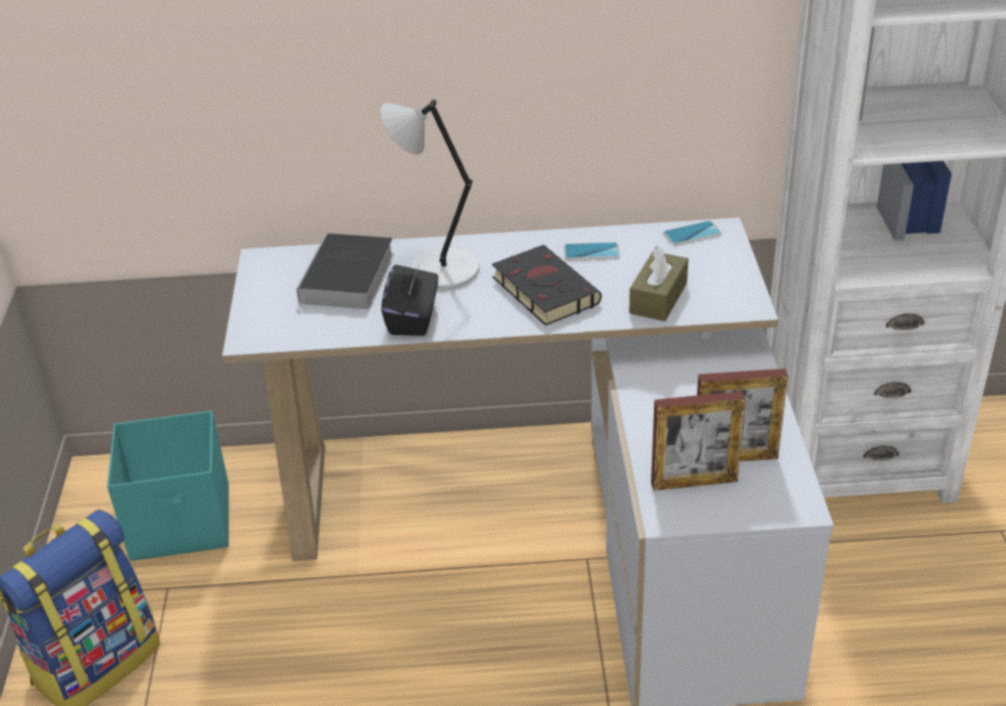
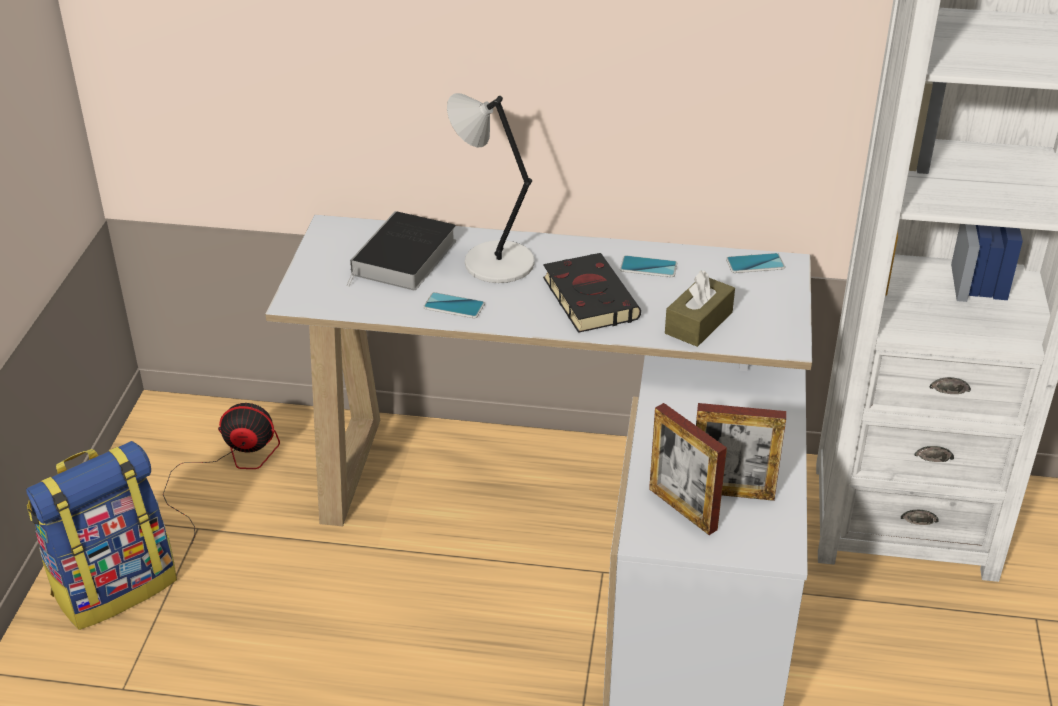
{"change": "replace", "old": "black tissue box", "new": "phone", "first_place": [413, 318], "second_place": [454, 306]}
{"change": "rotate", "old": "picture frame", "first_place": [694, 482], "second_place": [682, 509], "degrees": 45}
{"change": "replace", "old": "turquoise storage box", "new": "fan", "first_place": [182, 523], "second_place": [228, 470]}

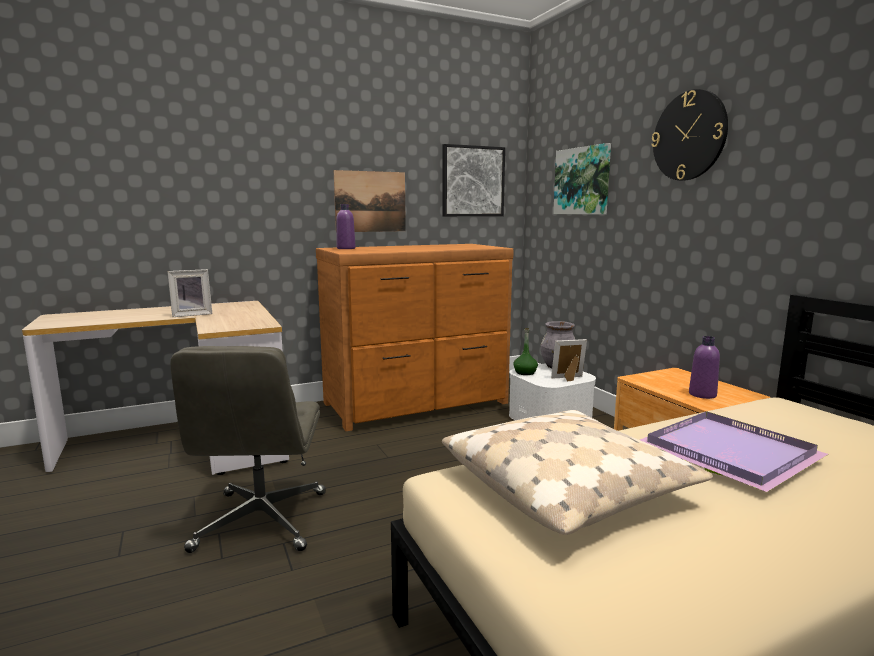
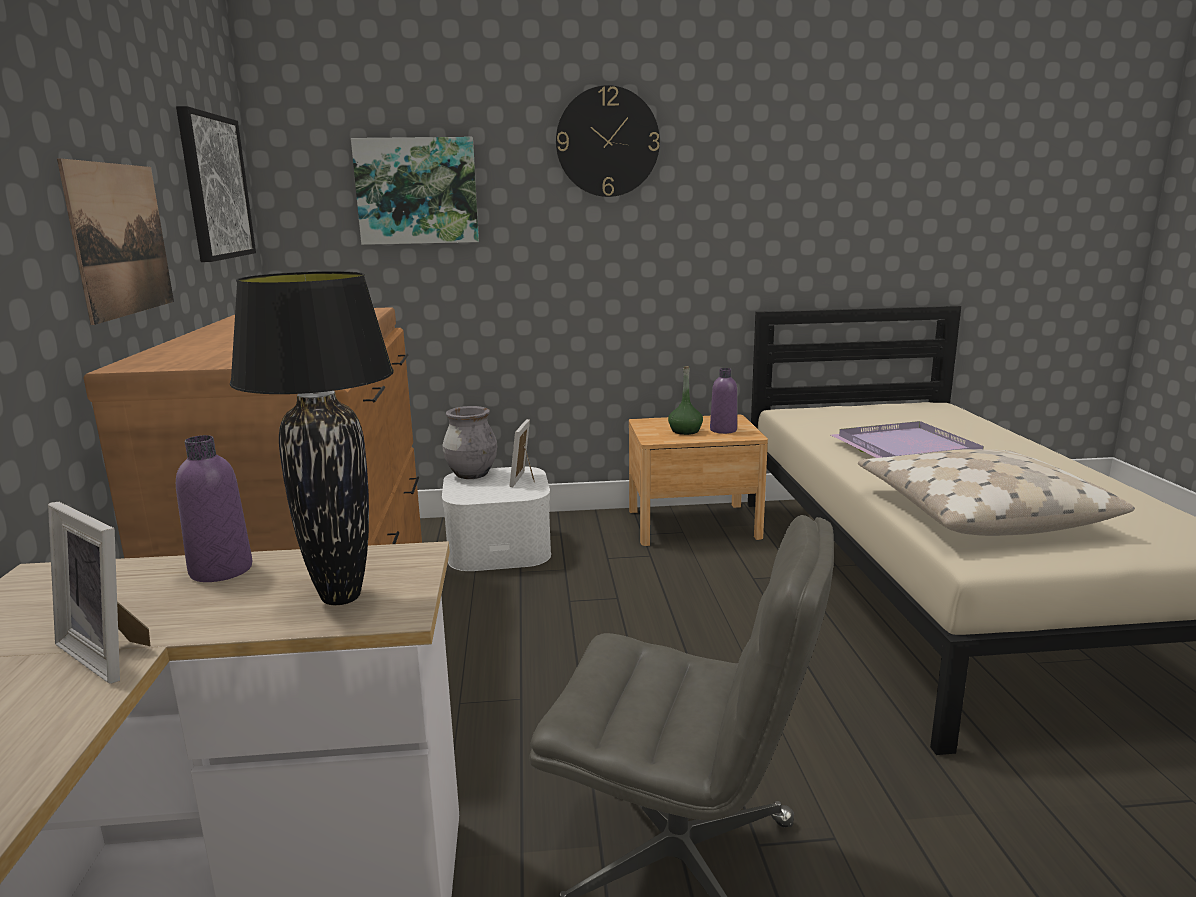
{"change": "move", "old": "purple bottle", "first_place": [346, 248], "second_place": [221, 570]}
{"change": "rotate", "old": "picture frame", "first_place": [192, 314], "second_place": [111, 652], "degrees": 135}
{"change": "move", "old": "green bottle", "first_place": [525, 372], "second_place": [685, 431]}
{"change": "insert", "new": "black table lamp", "second_place": [342, 597]}

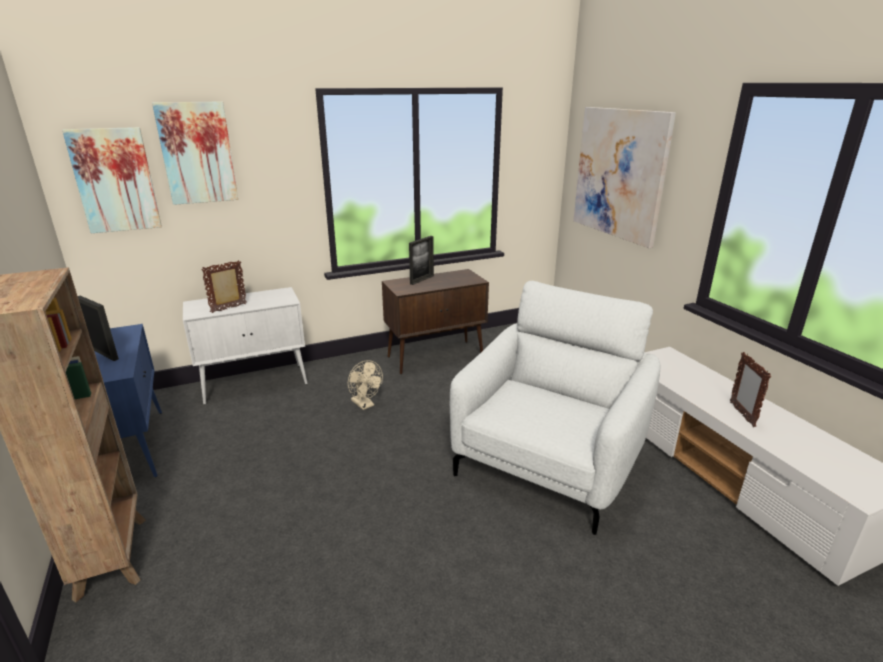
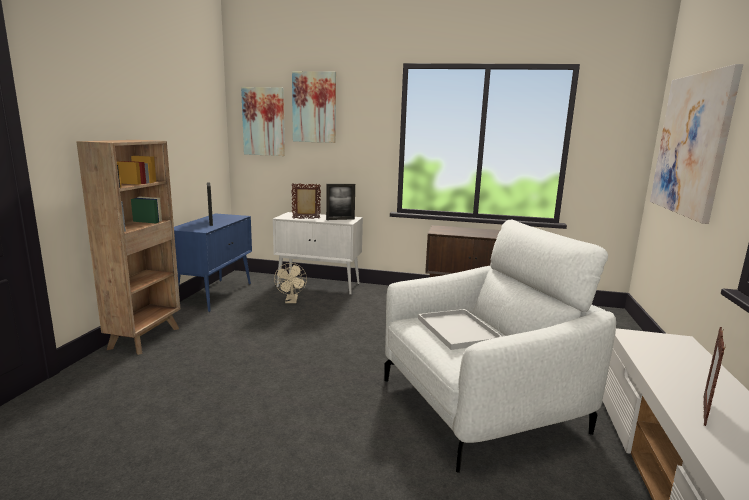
{"change": "move", "old": "picture frame", "first_place": [422, 280], "second_place": [340, 219]}
{"change": "move", "old": "beige fan", "first_place": [365, 405], "second_place": [291, 301]}
{"change": "insert", "new": "white tray", "second_place": [456, 329]}

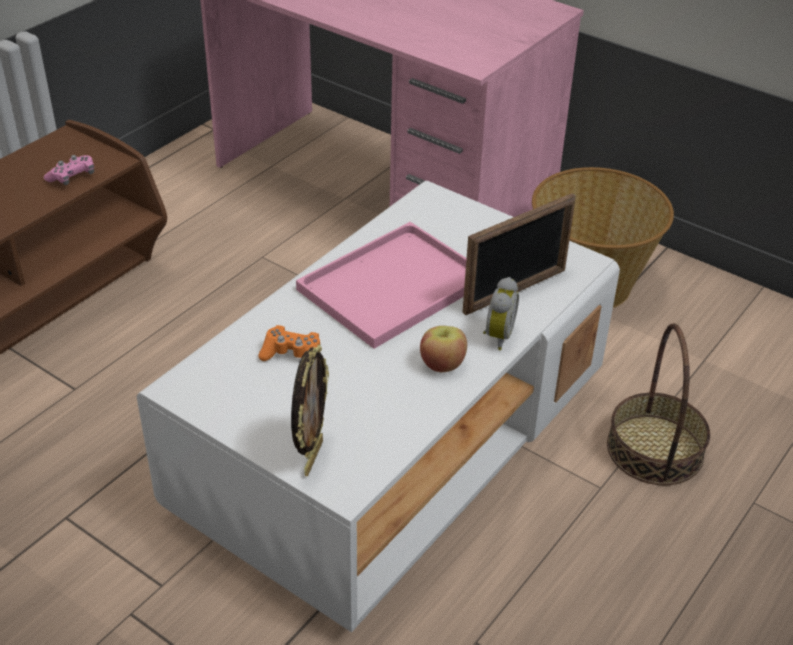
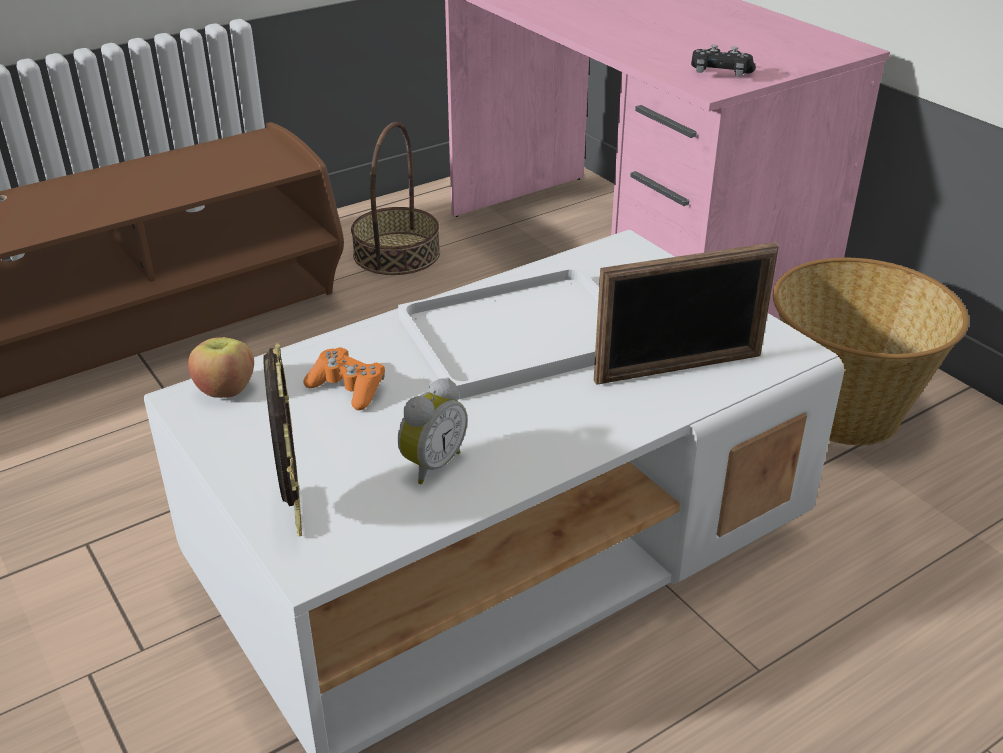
{"change": "delete", "old": "pink game controller", "first_place": [72, 177]}
{"change": "recolor", "old": "pink tray", "new": "white tray", "first_place": [394, 283], "second_place": [523, 332]}
{"change": "move", "old": "alarm clock", "first_place": [496, 336], "second_place": [430, 464]}
{"change": "move", "old": "basket", "first_place": [655, 449], "second_place": [397, 254]}
{"change": "move", "old": "apple", "first_place": [442, 364], "second_place": [226, 389]}
{"change": "rotate", "old": "picture frame", "first_place": [311, 457], "second_place": [294, 513], "degrees": -45}
{"change": "insert", "new": "black game controller", "second_place": [720, 74]}

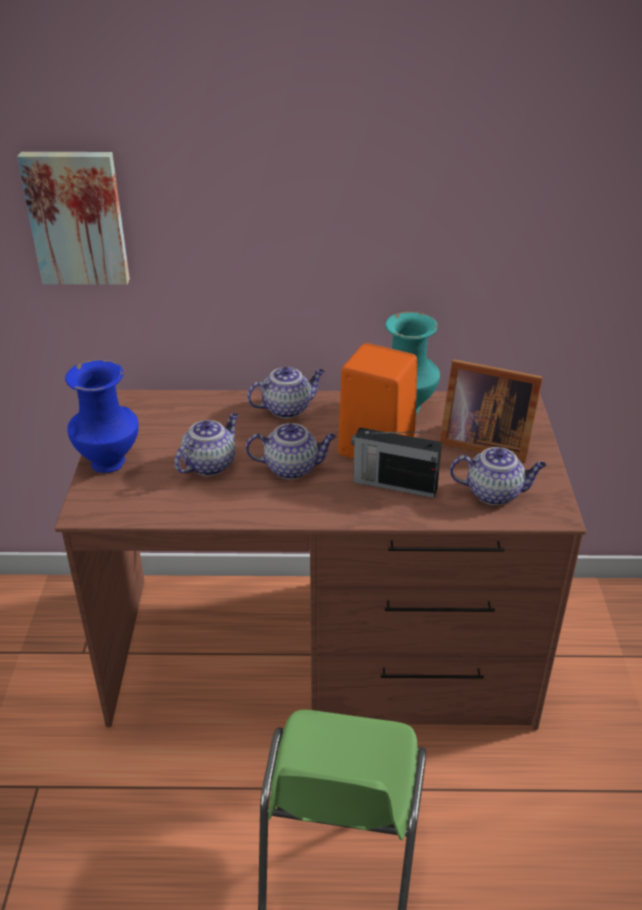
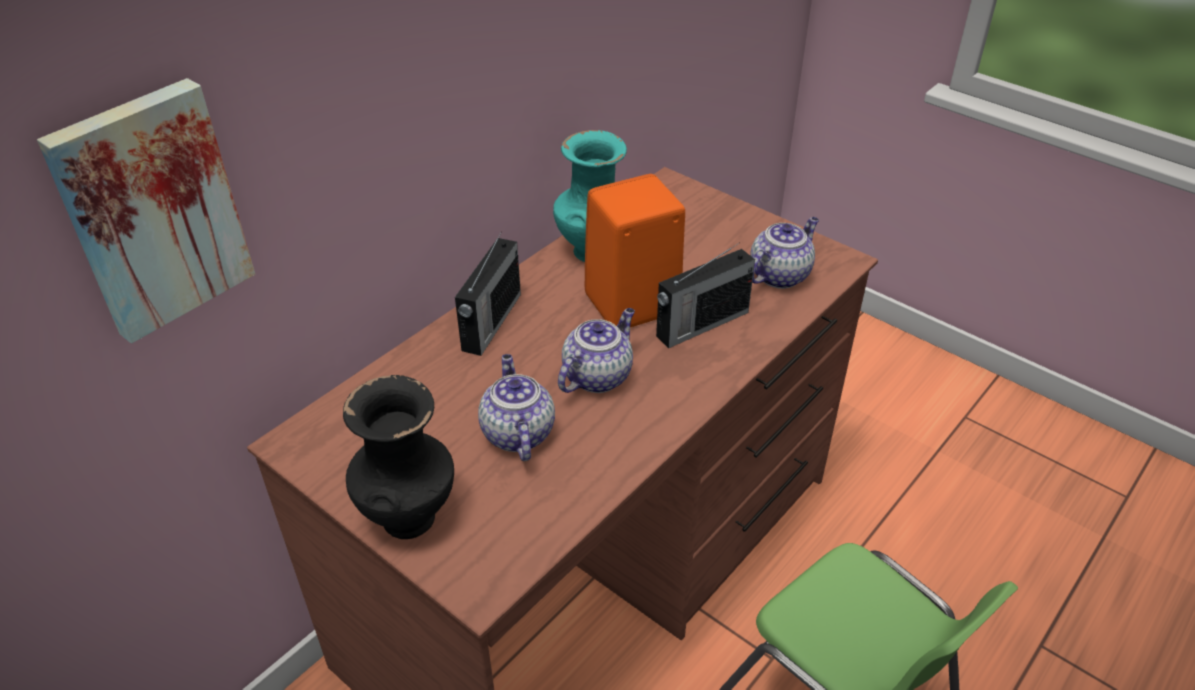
{"change": "recolor", "old": "blue vase", "new": "black vase", "first_place": [110, 462], "second_place": [409, 516]}
{"change": "delete", "old": "picture frame", "first_place": [482, 441]}
{"change": "replace", "old": "teapot", "new": "radio", "first_place": [287, 408], "second_place": [490, 323]}

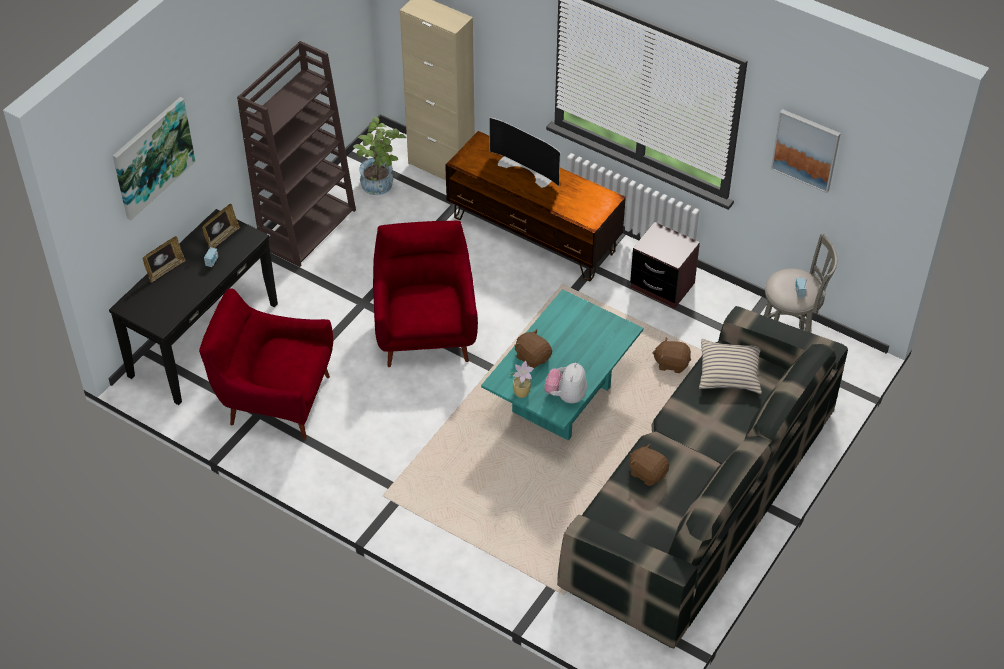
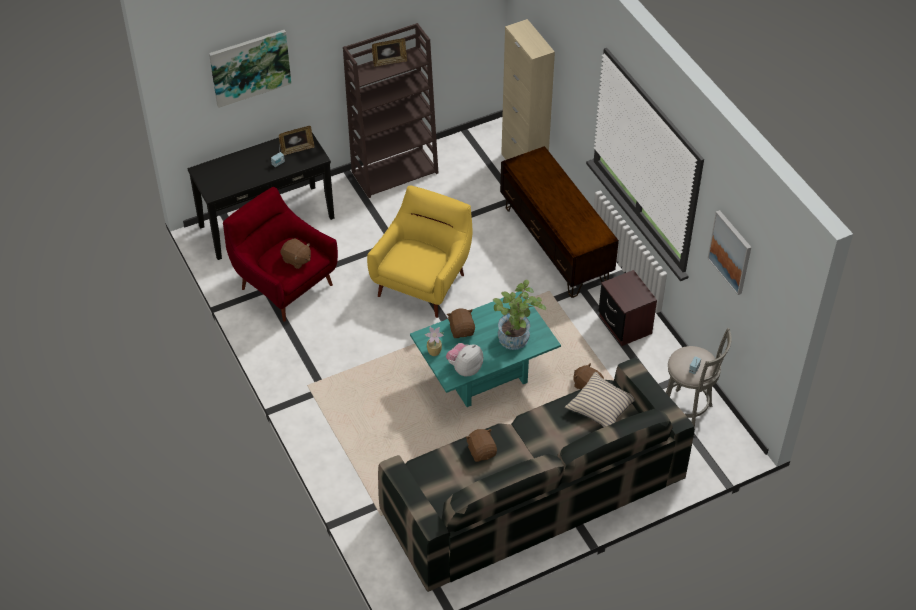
{"change": "move", "old": "potted plant", "first_place": [381, 186], "second_place": [516, 341]}
{"change": "delete", "old": "television", "first_place": [527, 169]}
{"change": "recolor", "old": "red armchair", "new": "yellow armchair", "first_place": [425, 331], "second_place": [423, 282]}
{"change": "move", "old": "picture frame", "first_place": [165, 269], "second_place": [389, 62]}
{"change": "insert", "new": "brown plush toy", "second_place": [296, 260]}

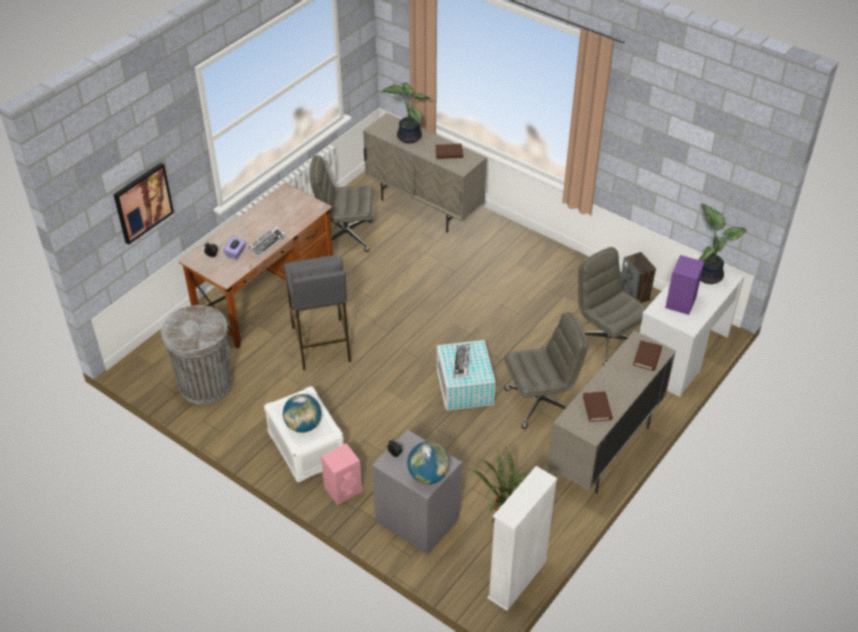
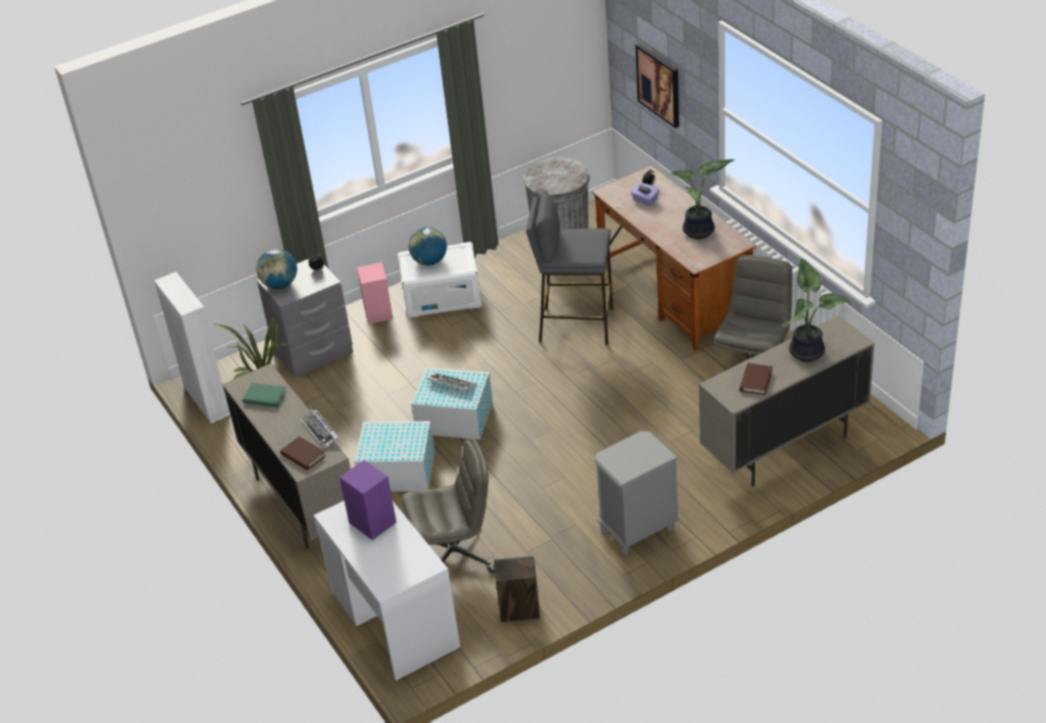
{"change": "move", "old": "potted plant", "first_place": [709, 275], "second_place": [700, 232]}
{"change": "move", "old": "keyboard", "first_place": [267, 243], "second_place": [320, 431]}
{"change": "replace", "old": "grey office chair", "new": "white storage box", "first_place": [540, 402], "second_place": [396, 471]}
{"change": "recolor", "old": "brown book", "new": "green book", "first_place": [597, 408], "second_place": [265, 397]}
{"change": "insert", "new": "grey nightstand", "second_place": [637, 530]}

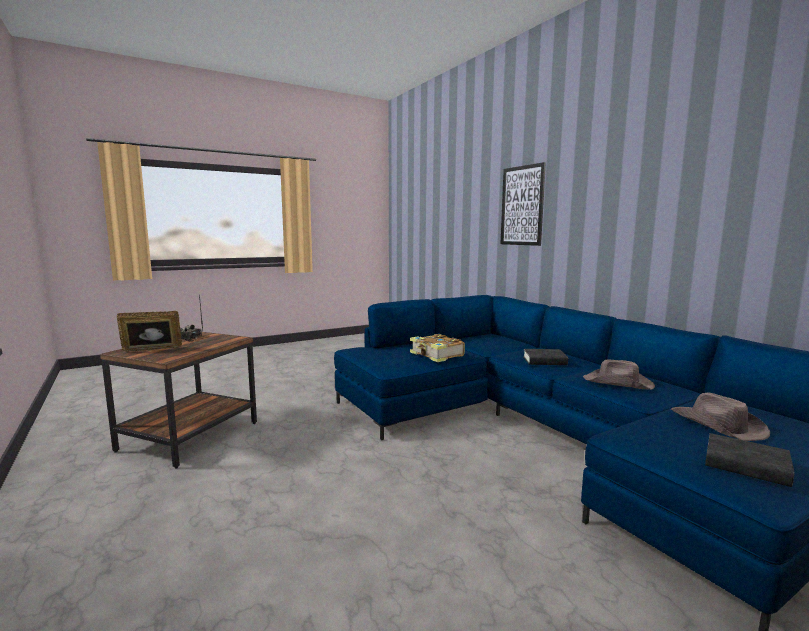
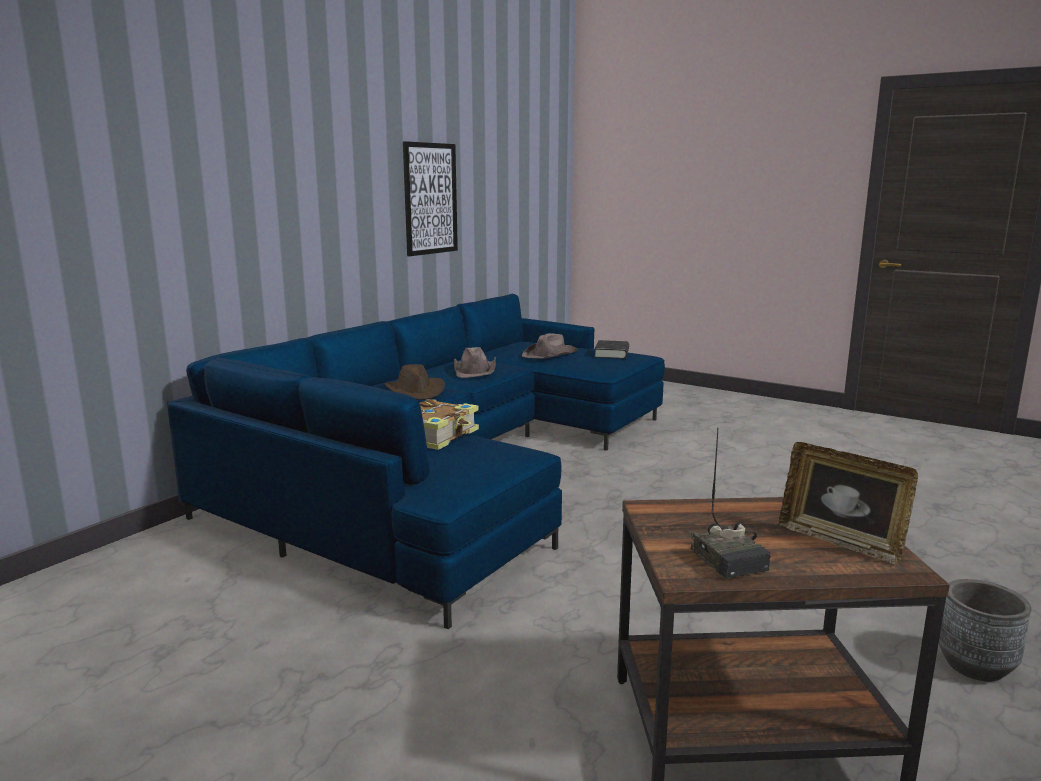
{"change": "move", "old": "picture", "first_place": [522, 206], "second_place": [430, 199]}
{"change": "replace", "old": "black book", "new": "brown hat", "first_place": [544, 361], "second_place": [416, 391]}
{"change": "insert", "new": "grey planter", "second_place": [975, 666]}

